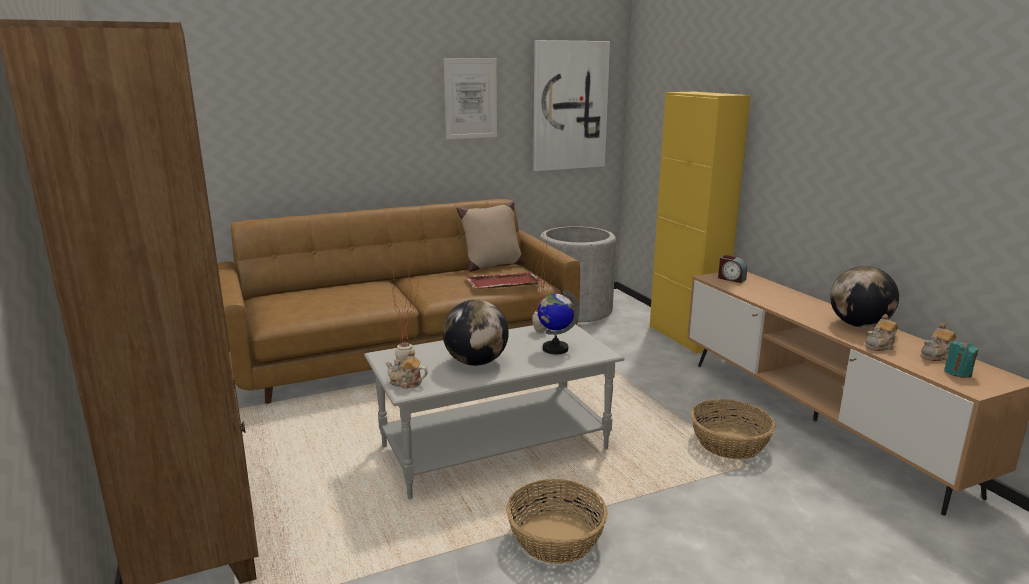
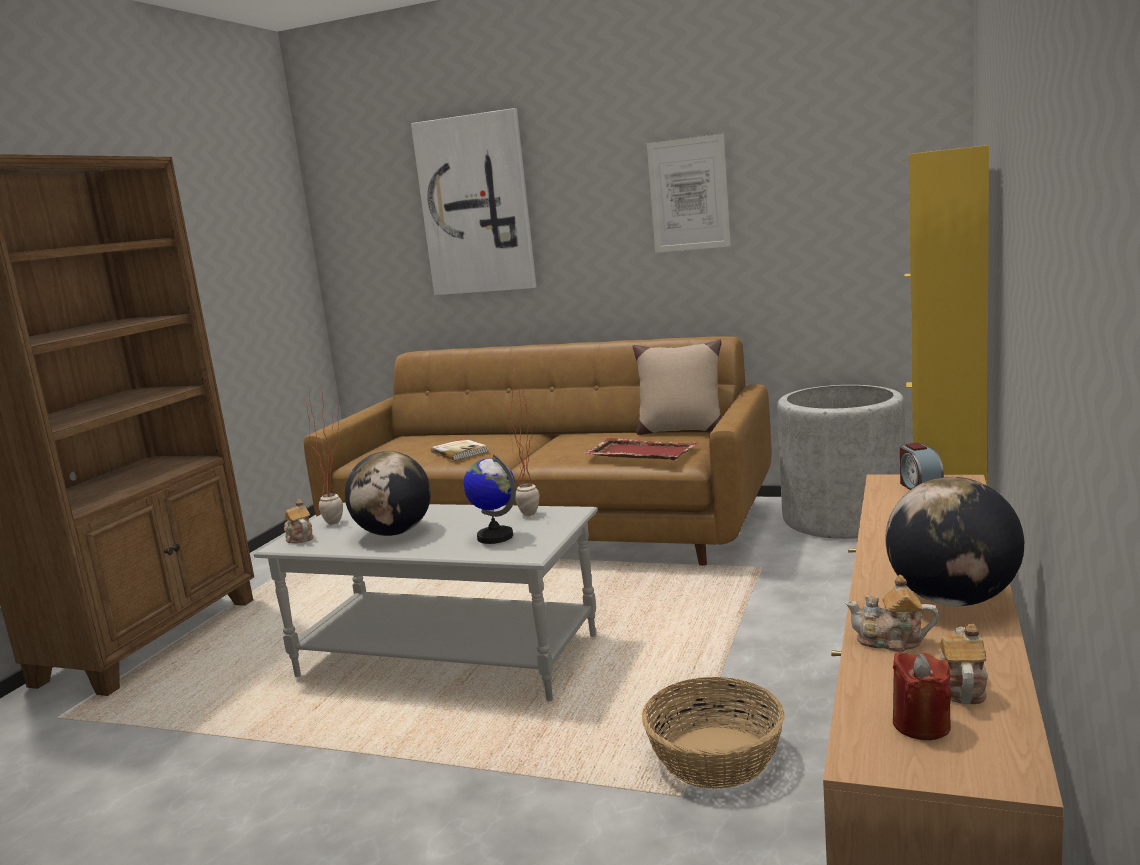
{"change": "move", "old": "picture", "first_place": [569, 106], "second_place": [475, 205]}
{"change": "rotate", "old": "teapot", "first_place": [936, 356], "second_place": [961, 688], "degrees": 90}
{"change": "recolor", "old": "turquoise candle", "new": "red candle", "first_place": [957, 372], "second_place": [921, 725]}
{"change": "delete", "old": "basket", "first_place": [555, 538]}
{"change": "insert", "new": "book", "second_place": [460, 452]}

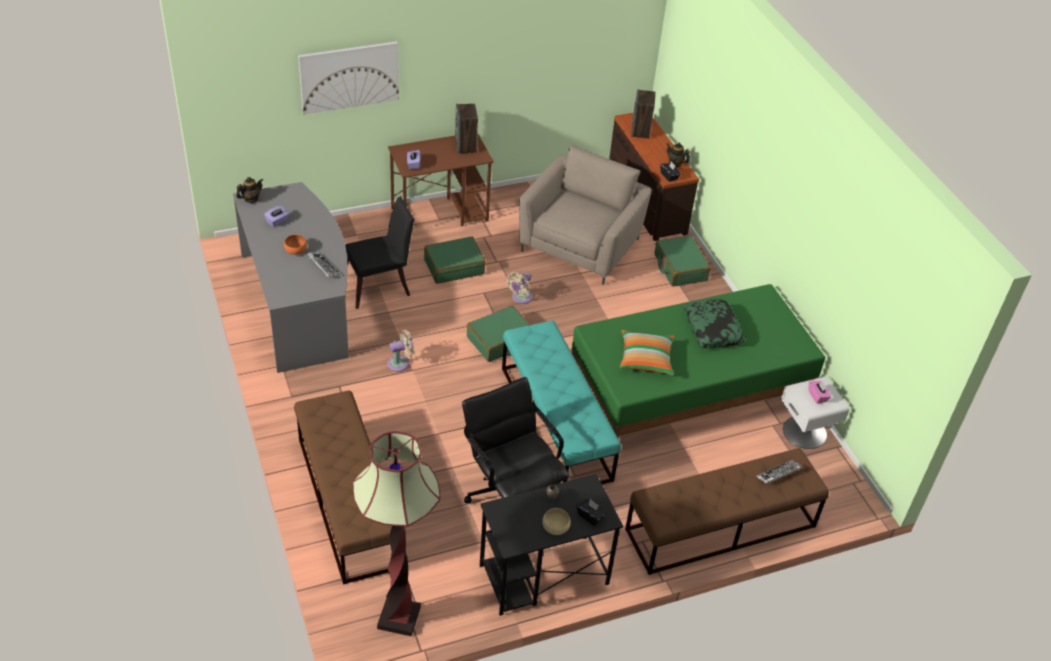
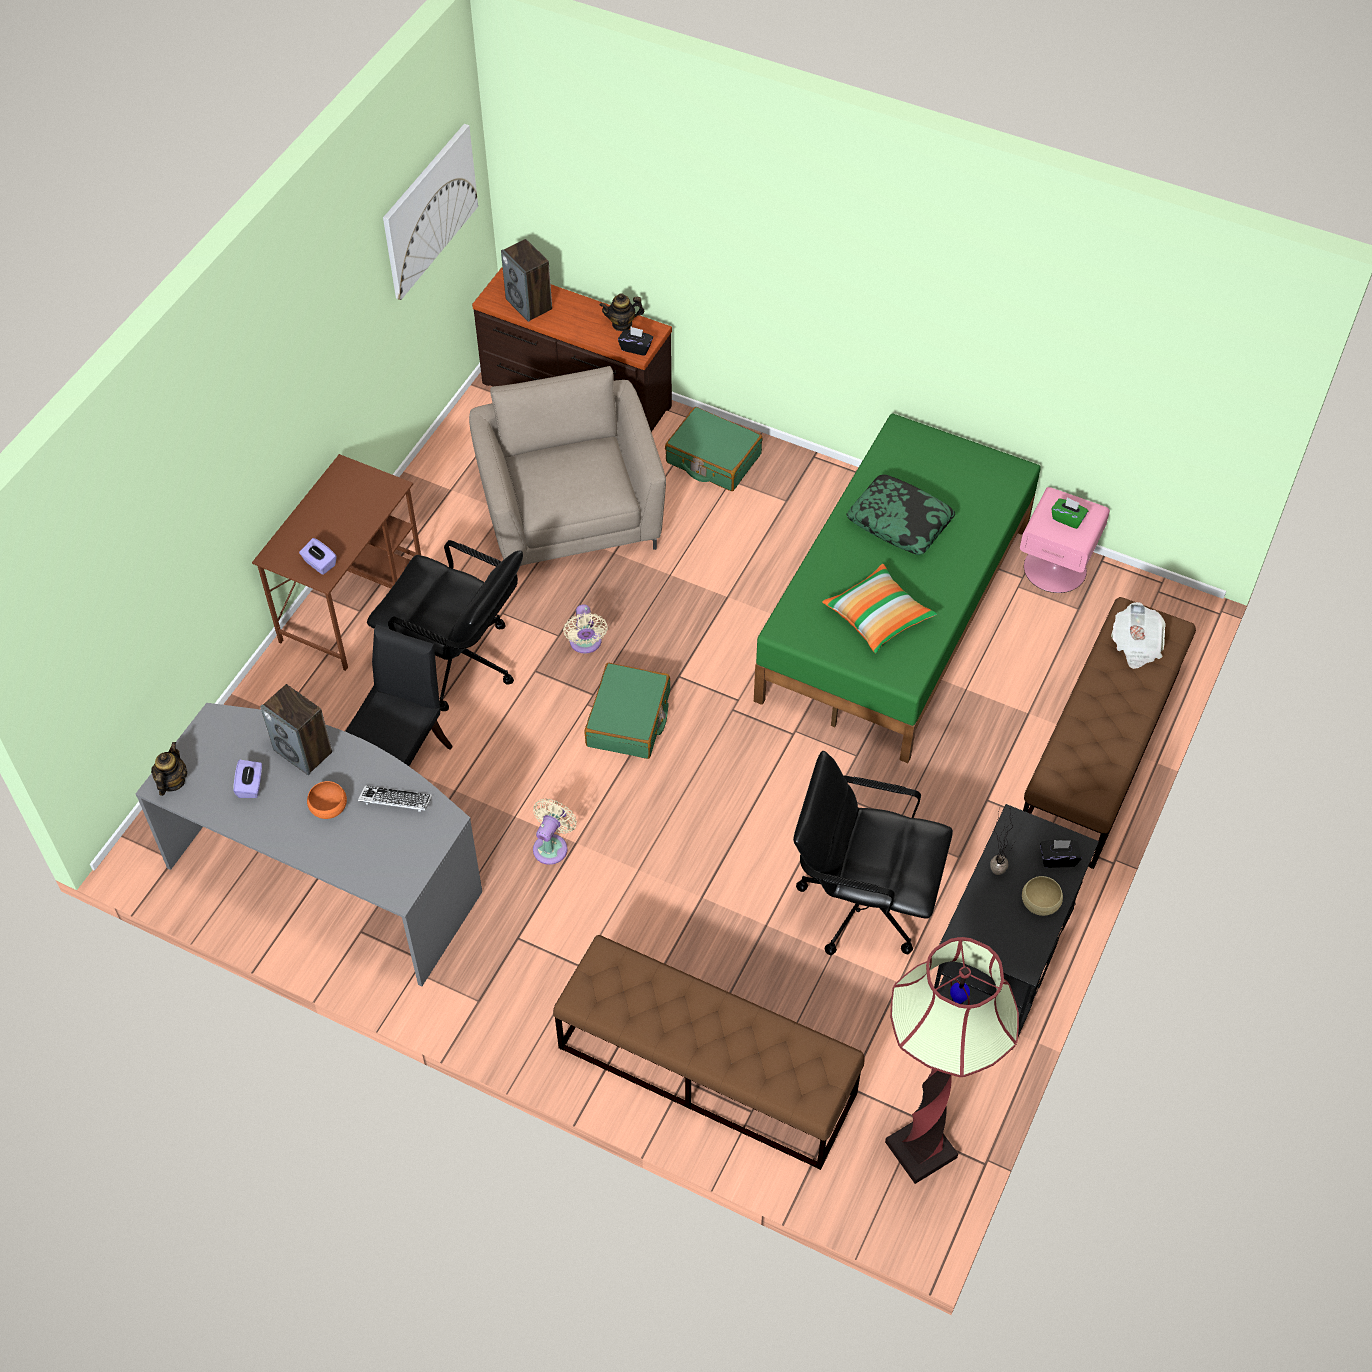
{"change": "move", "old": "picture", "first_place": [349, 77], "second_place": [429, 210]}
{"change": "move", "old": "speaker", "first_place": [466, 145], "second_place": [303, 751]}
{"change": "replace", "old": "green suitcase", "new": "black office chair", "first_place": [454, 266], "second_place": [457, 663]}
{"change": "delete", "old": "turquoise bench", "first_place": [555, 423]}
{"change": "recolor", "old": "white nightstand", "new": "pink nightstand", "first_place": [805, 431], "second_place": [1055, 567]}
{"change": "recolor", "old": "pink tissue box", "new": "green tissue box", "first_place": [817, 396], "second_place": [1067, 519]}
{"change": "replace", "old": "keyboard", "new": "newspaper", "first_place": [779, 474], "second_place": [1135, 645]}

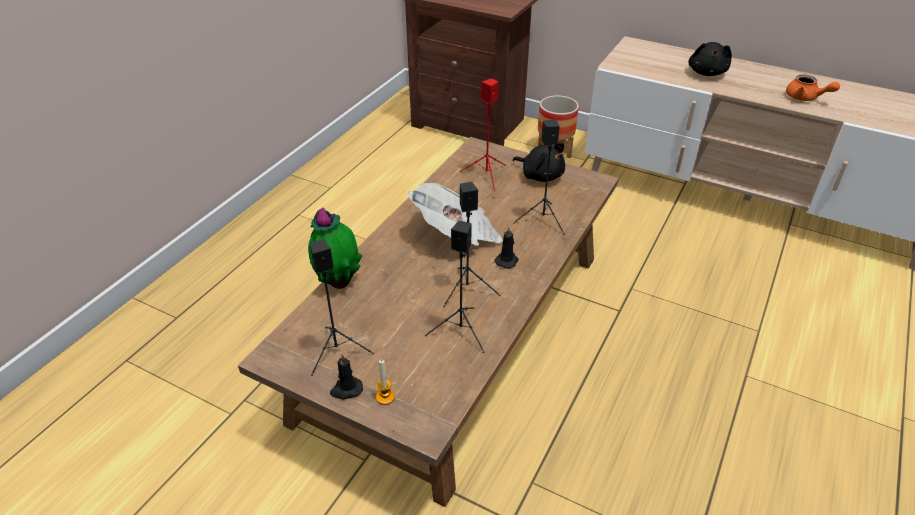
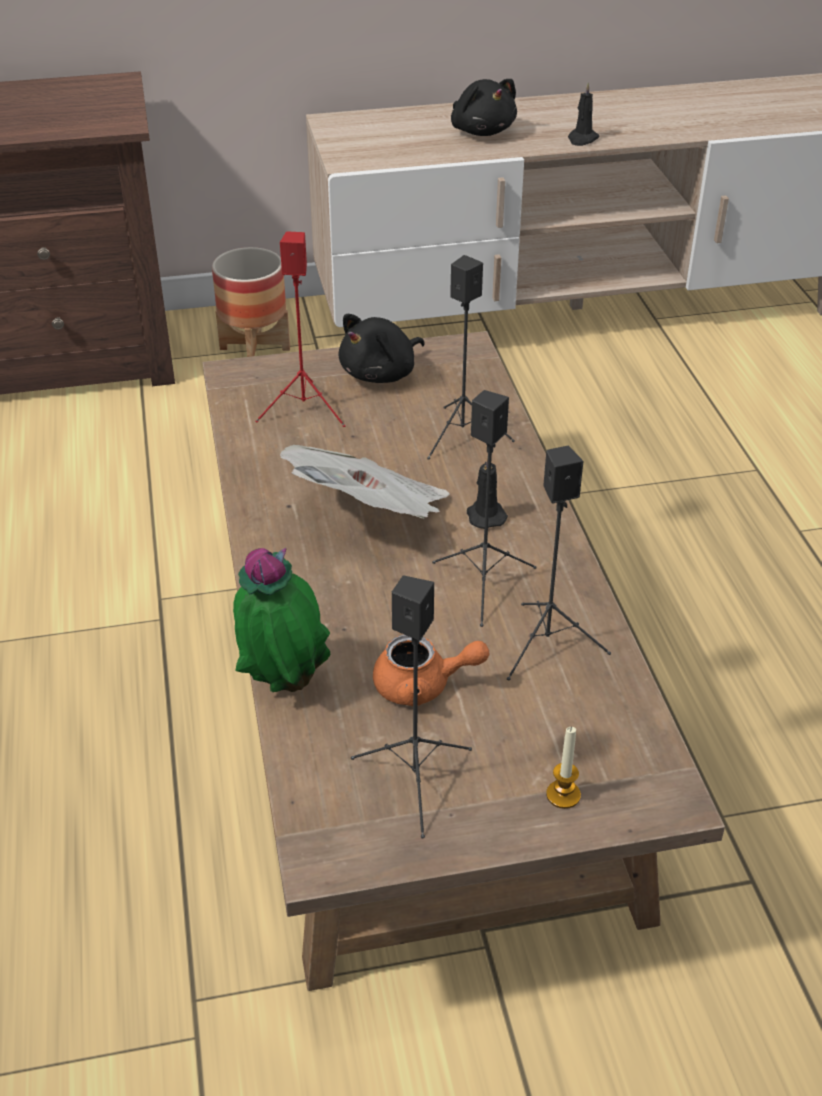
{"change": "move", "old": "orange teapot", "first_place": [805, 98], "second_place": [423, 685]}
{"change": "rotate", "old": "black plush toy", "first_place": [540, 175], "second_place": [381, 374], "degrees": 135}
{"change": "move", "old": "black candle", "first_place": [346, 390], "second_place": [582, 139]}

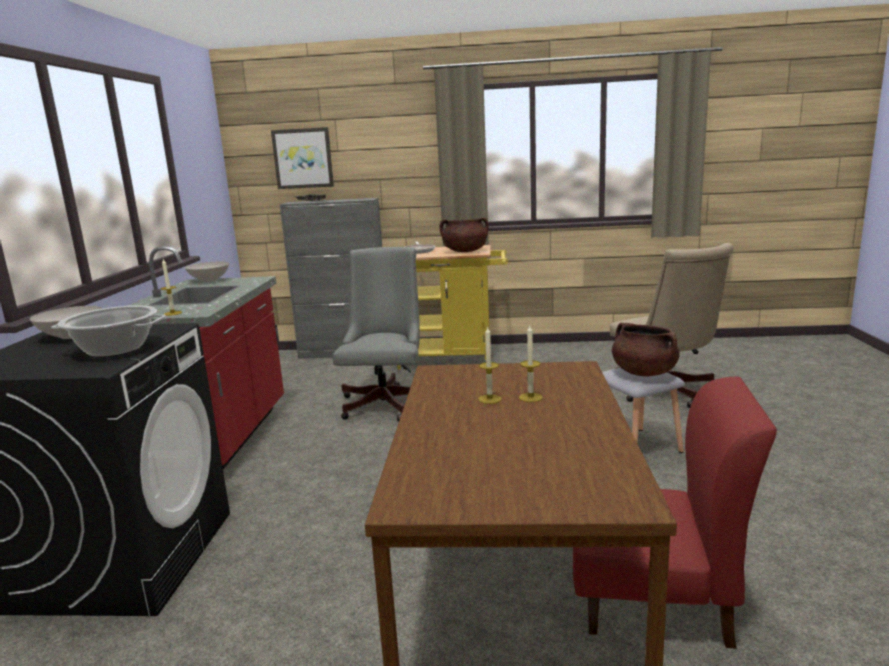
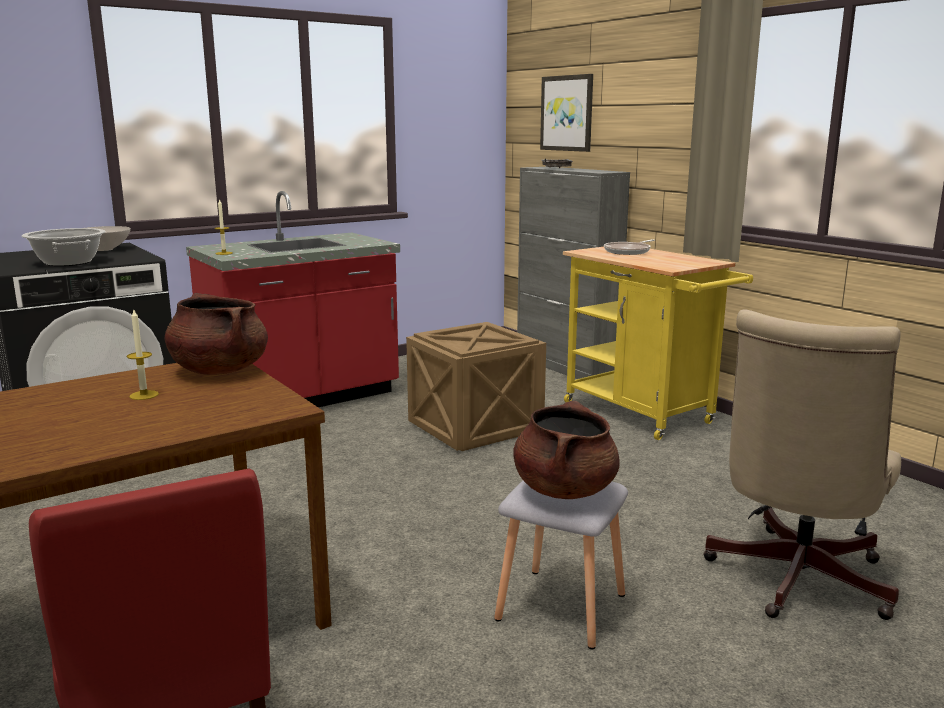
{"change": "move", "old": "brown cooking pot", "first_place": [465, 251], "second_place": [219, 370]}
{"change": "replace", "old": "grey office chair", "new": "crate", "first_place": [387, 401], "second_place": [476, 427]}
{"change": "delete", "old": "white bowl", "first_place": [208, 280]}
{"change": "delete", "old": "candle", "first_place": [530, 397]}

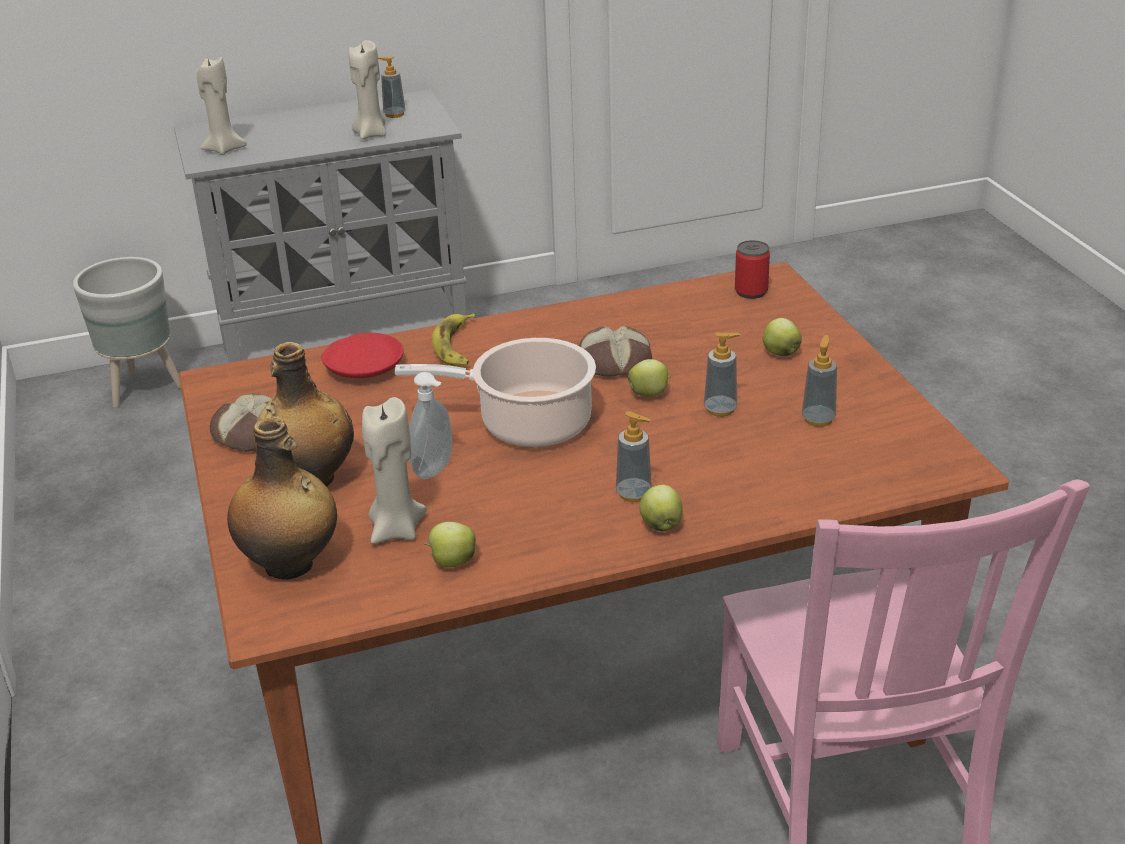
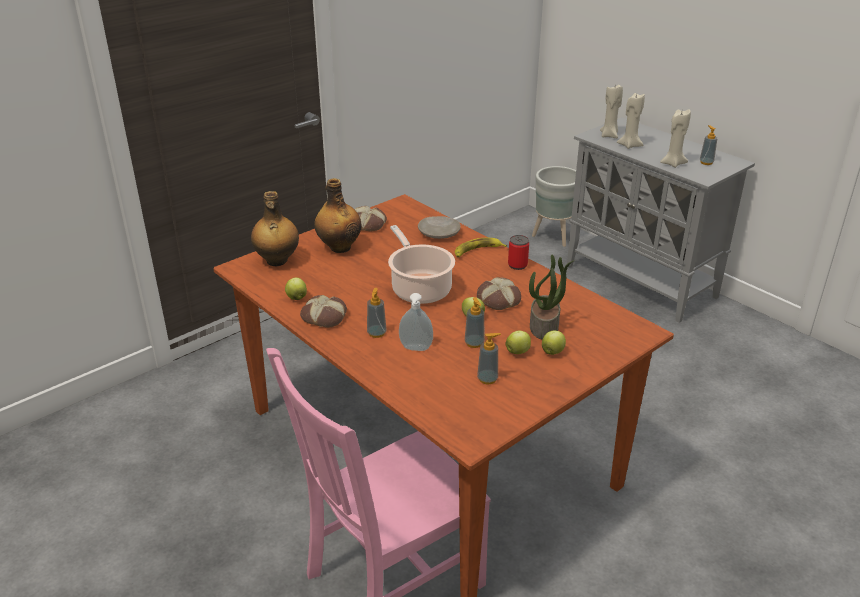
{"change": "move", "old": "can", "first_place": [751, 291], "second_place": [517, 265]}
{"change": "recolor", "old": "red plate", "new": "beige plate", "first_place": [364, 367], "second_place": [439, 233]}
{"change": "move", "old": "soap dispenser", "first_place": [435, 470], "second_place": [415, 349]}
{"change": "move", "old": "beige candle", "first_place": [396, 530], "second_place": [629, 145]}
{"change": "move", "old": "apple", "first_place": [661, 525], "second_place": [518, 352]}
{"change": "insert", "new": "potted plant", "second_place": [544, 327]}
{"change": "insert", "new": "bread", "second_place": [325, 316]}

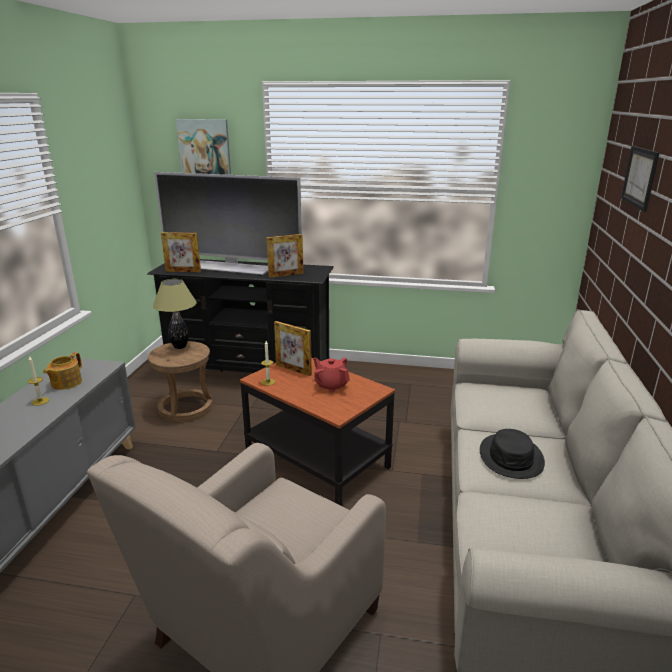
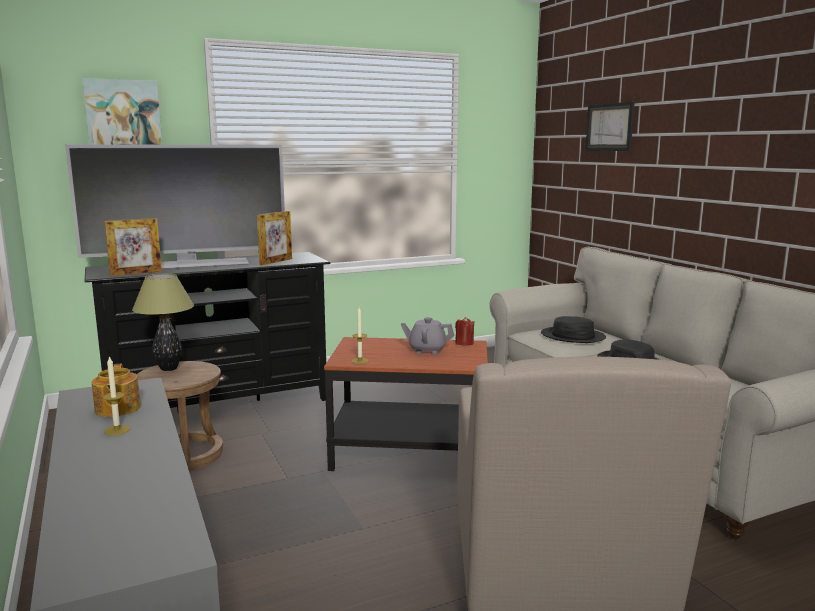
{"change": "delete", "old": "picture frame", "first_place": [293, 369]}
{"change": "recolor", "old": "red teapot", "new": "grey teapot", "first_place": [331, 385], "second_place": [427, 350]}
{"change": "insert", "new": "black hat", "second_place": [572, 336]}
{"change": "insert", "new": "red candle", "second_place": [464, 343]}

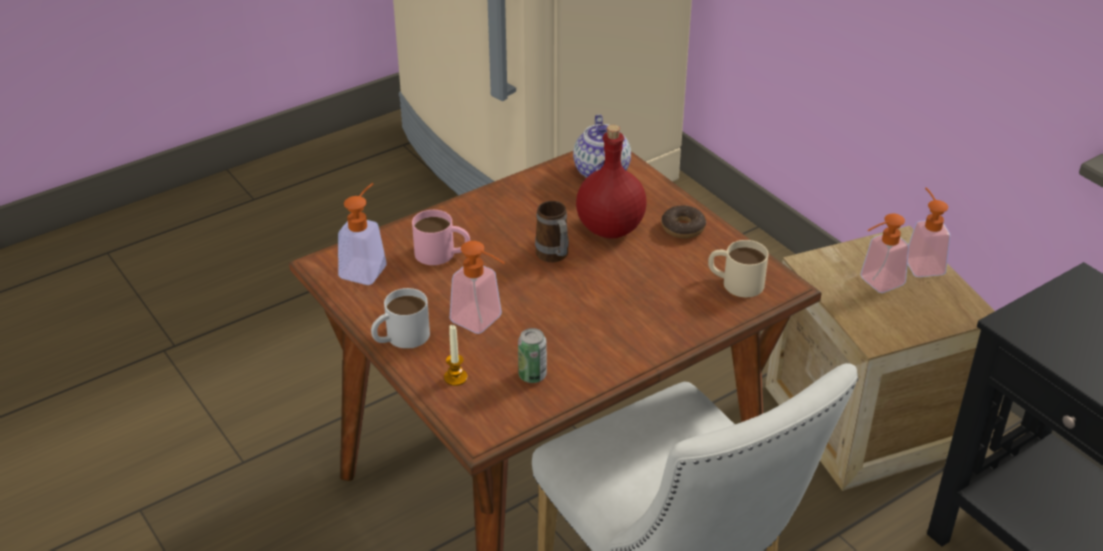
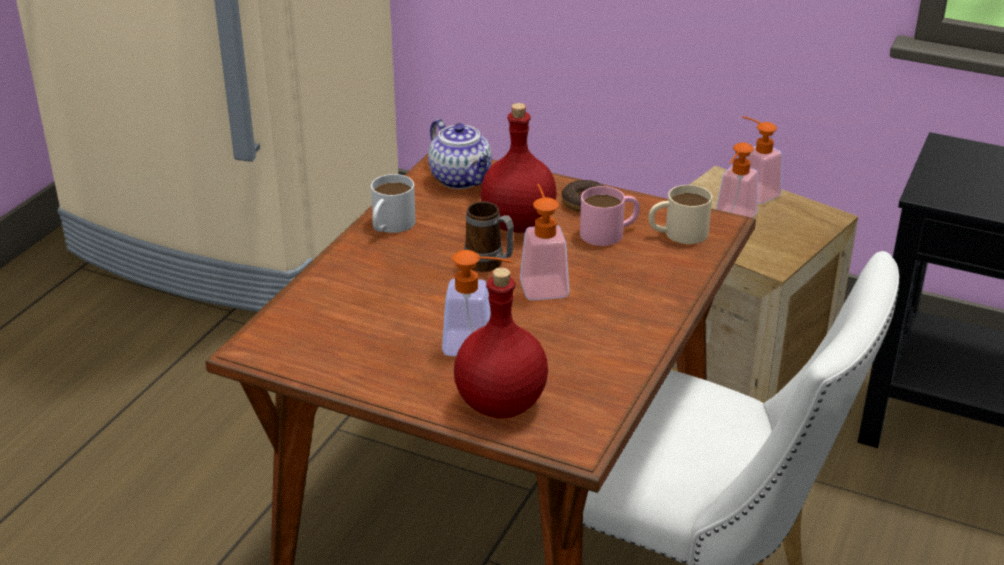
{"change": "move", "old": "soap dispenser", "first_place": [367, 267], "second_place": [542, 283]}
{"change": "move", "old": "pink mug", "first_place": [442, 254], "second_place": [609, 232]}
{"change": "move", "old": "white mug", "first_place": [400, 337], "second_place": [389, 226]}
{"change": "replace", "old": "candle", "new": "red bottle", "first_place": [455, 377], "second_place": [501, 405]}
{"change": "delete", "old": "can", "first_place": [532, 375]}

